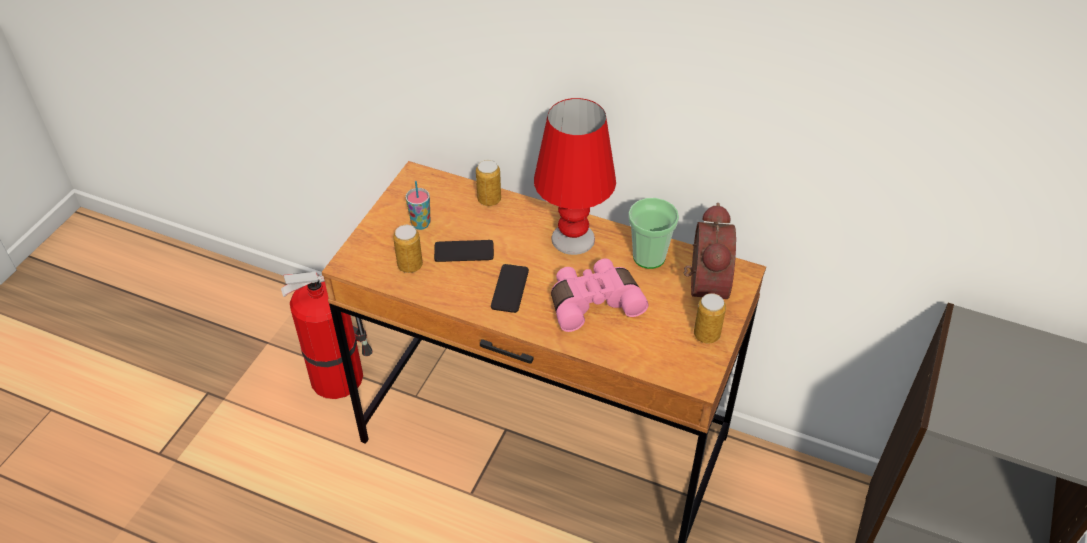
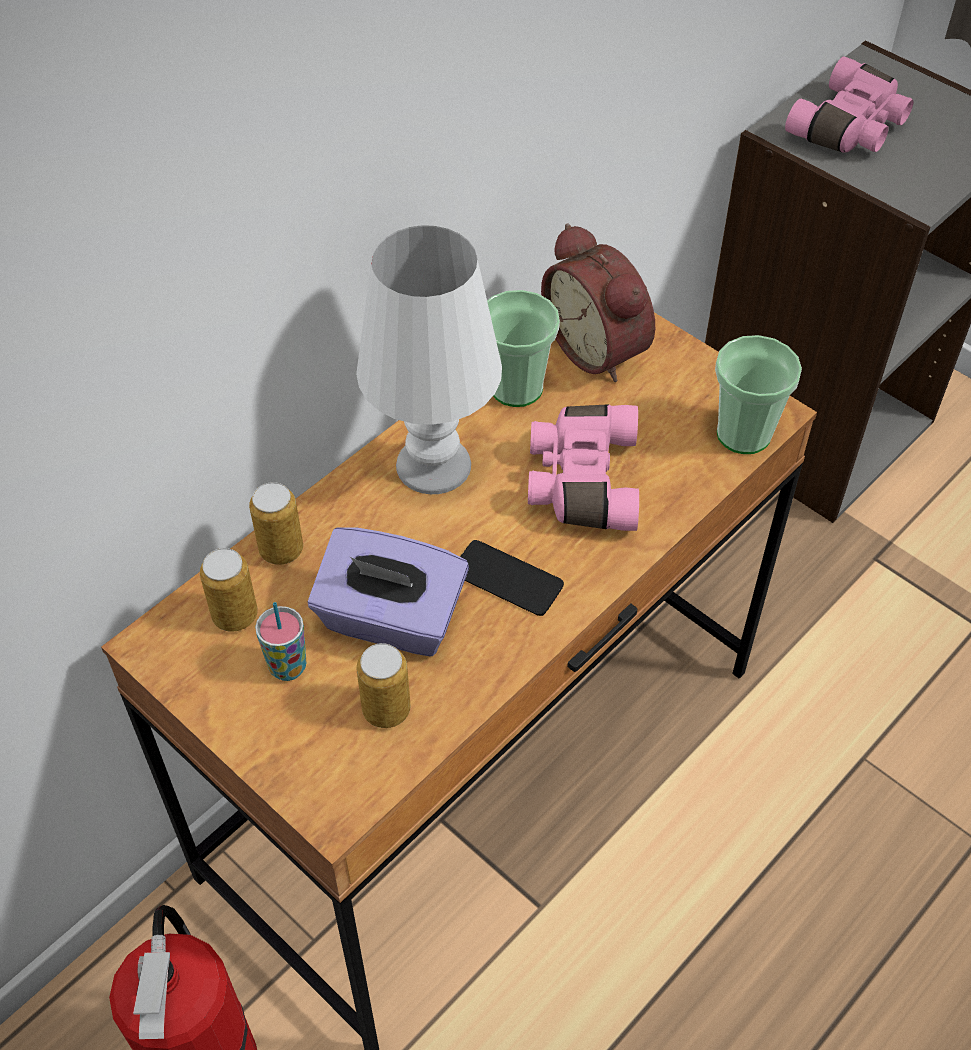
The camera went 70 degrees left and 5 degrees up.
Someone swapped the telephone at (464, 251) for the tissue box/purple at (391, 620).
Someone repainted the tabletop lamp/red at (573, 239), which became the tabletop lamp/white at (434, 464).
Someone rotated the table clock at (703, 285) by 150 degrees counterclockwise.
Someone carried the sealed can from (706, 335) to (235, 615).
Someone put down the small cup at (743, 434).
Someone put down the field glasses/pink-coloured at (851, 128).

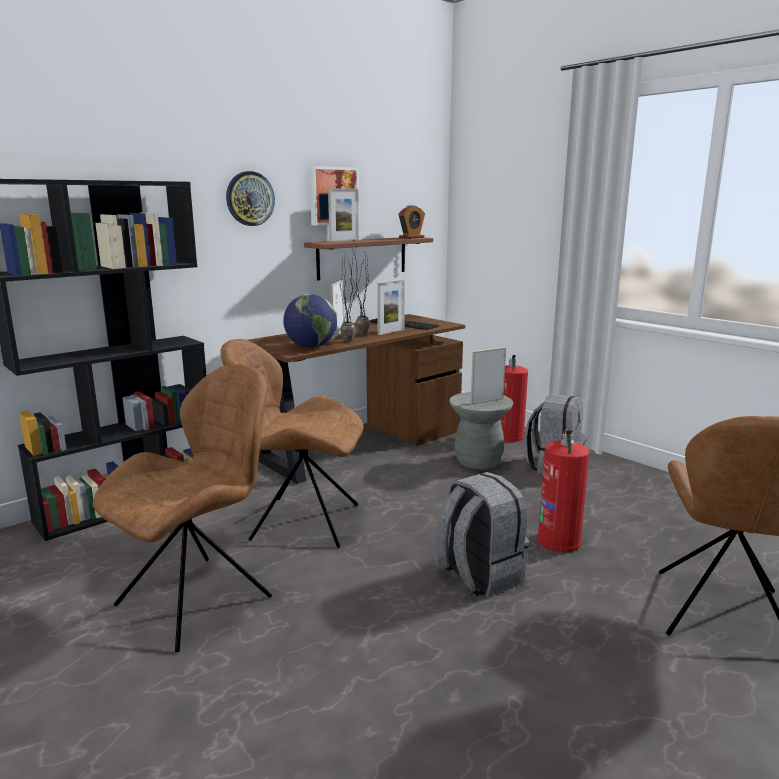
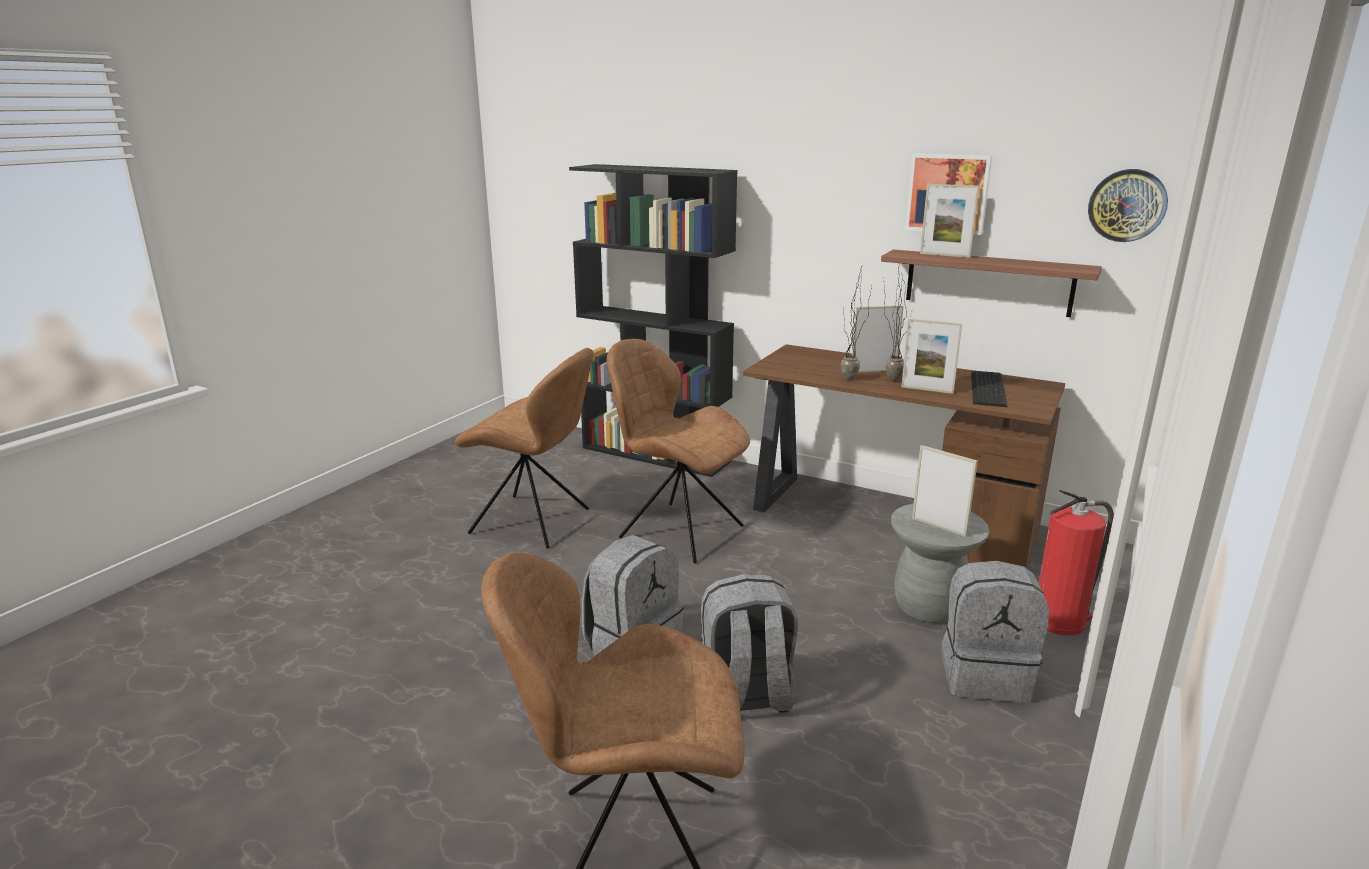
The camera went 70 degrees right and 5 degrees up.
Someone rotated the chair/brown at (301, 521) by 45 degrees counterclockwise.
Someone carried the wall clock from (250, 198) to (1127, 205).
Someone took away the desk globe at (311, 347).
Someone took away the table clock at (411, 237).
Someone swapped the fire-fighting cylinder at (559, 540) for the rucksack/gray at (746, 696).

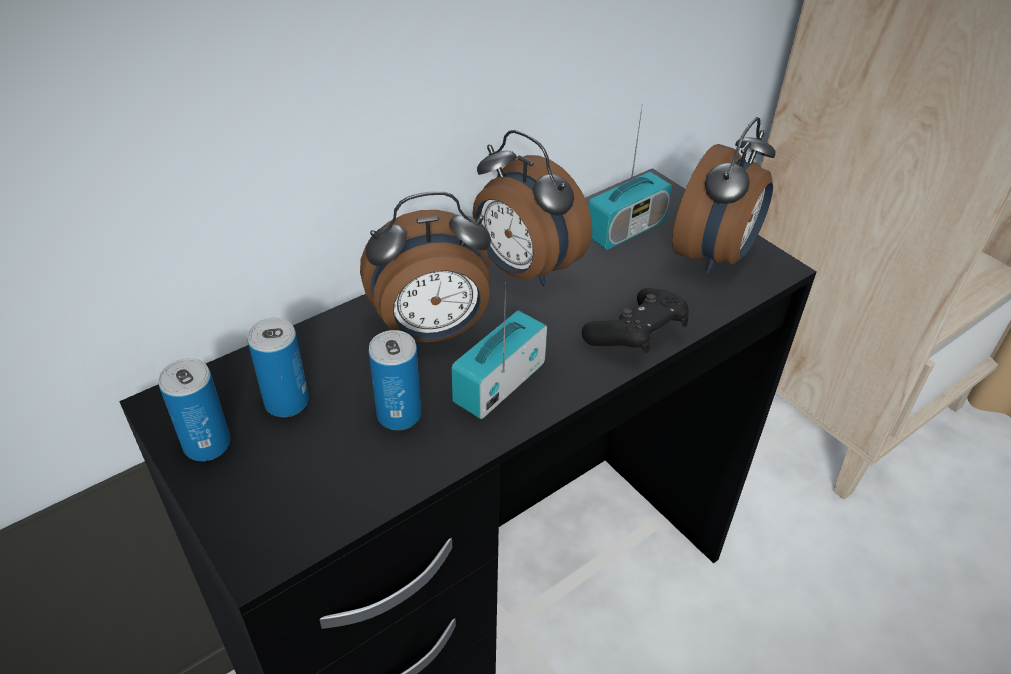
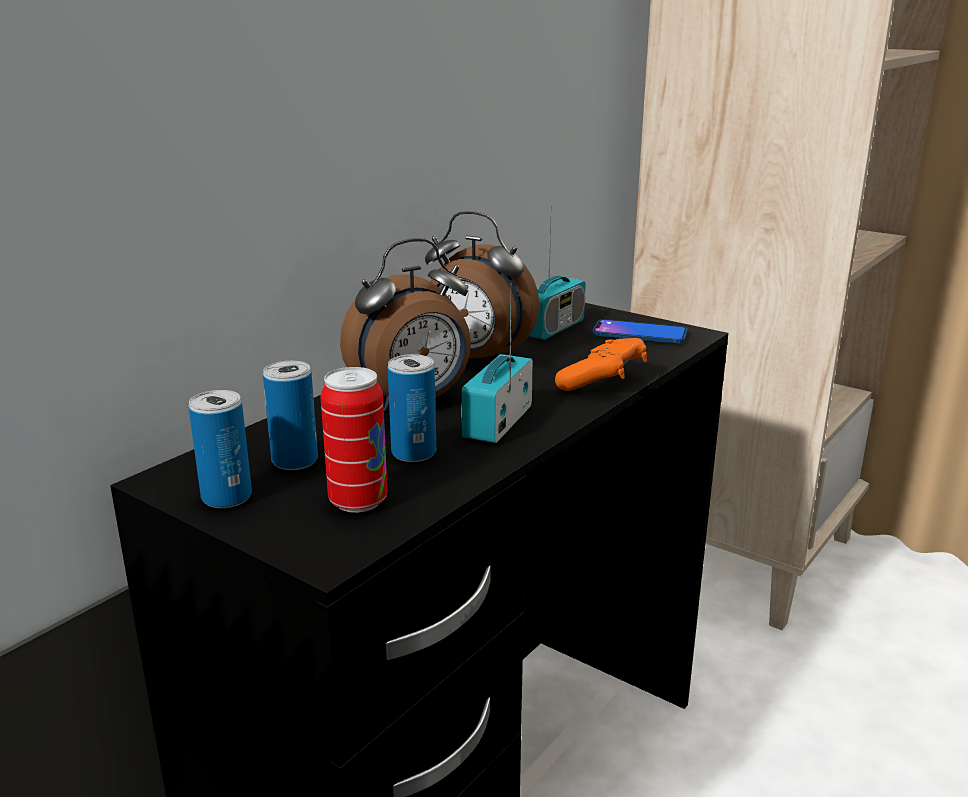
The camera went 15 degrees left and 20 degrees down.
Someone repainted the game controller/blackish at (637, 336), which became the game controller/orange at (603, 382).
Someone swapped the table clock at (715, 256) for the telephone at (639, 334).
Someone put down the sealed can at (358, 501).

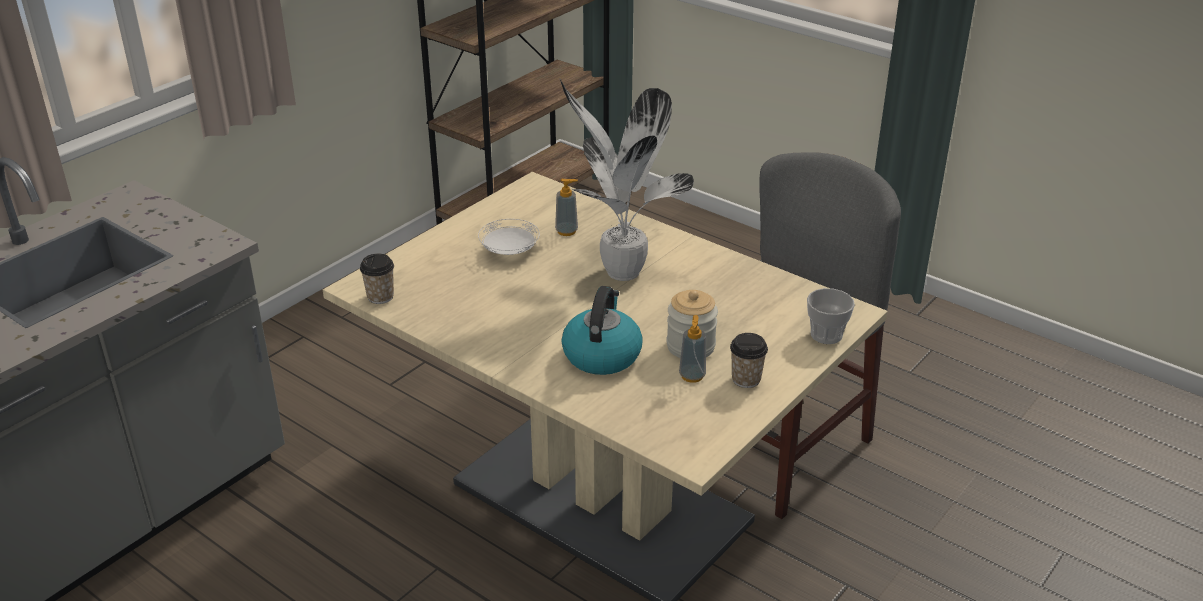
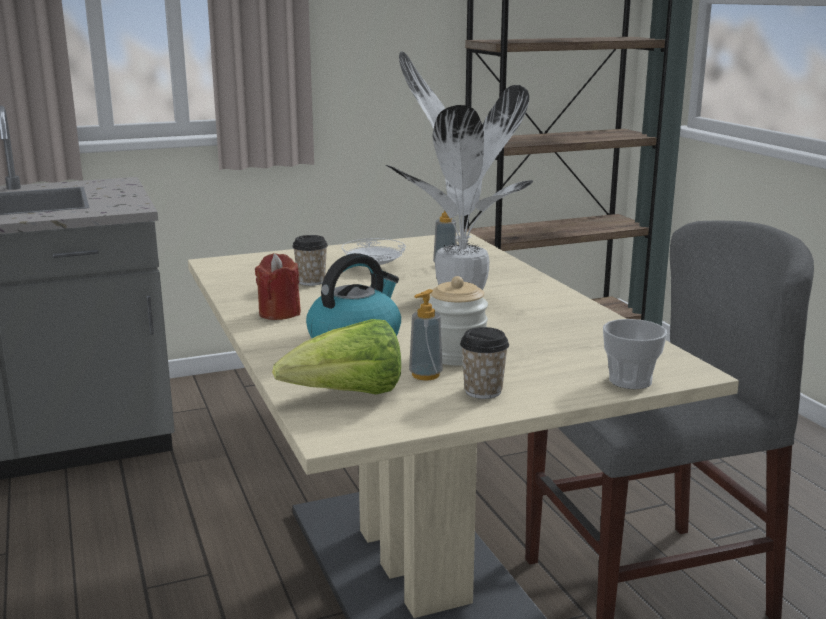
The camera went 30 degrees right and 15 degrees down.
Someone carried the small cup from (380, 297) to (311, 281).
Someone put down the wax light/red at (279, 313).
Someone put down the lettuce head at (348, 395).

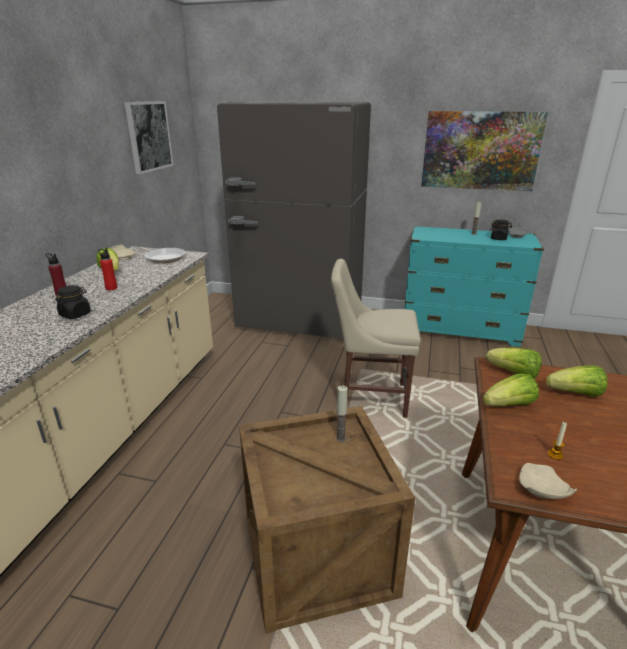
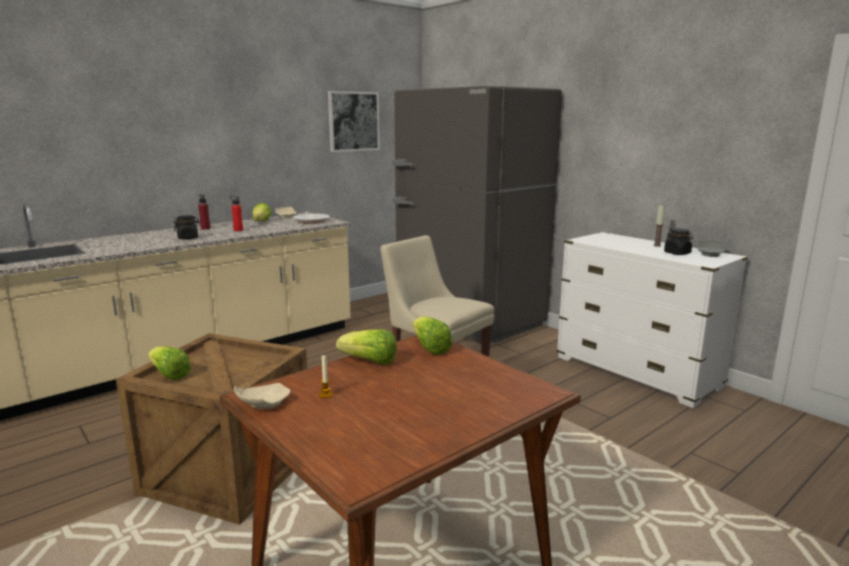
The camera went 35 degrees right and 10 degrees down.
Someone took away the wax light at (340, 438).
Someone repainted the drawer chest/blue-green at (459, 330), which became the drawer chest/white at (636, 373).
Someone took away the wall picture at (480, 150).
Someone carried the lettuce head from (575, 394) to (169, 375).

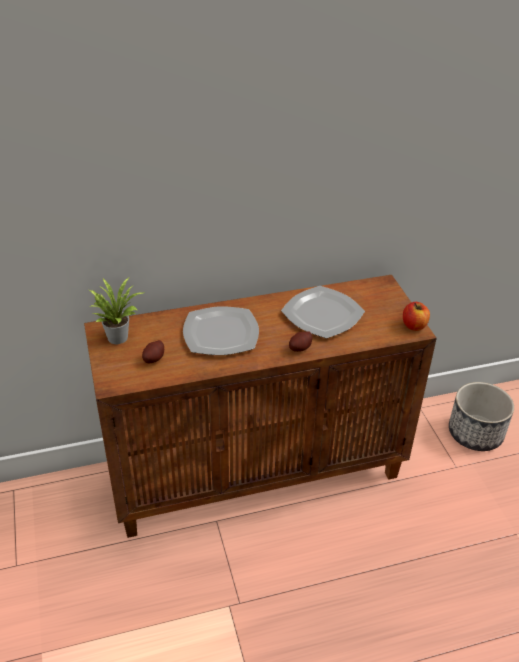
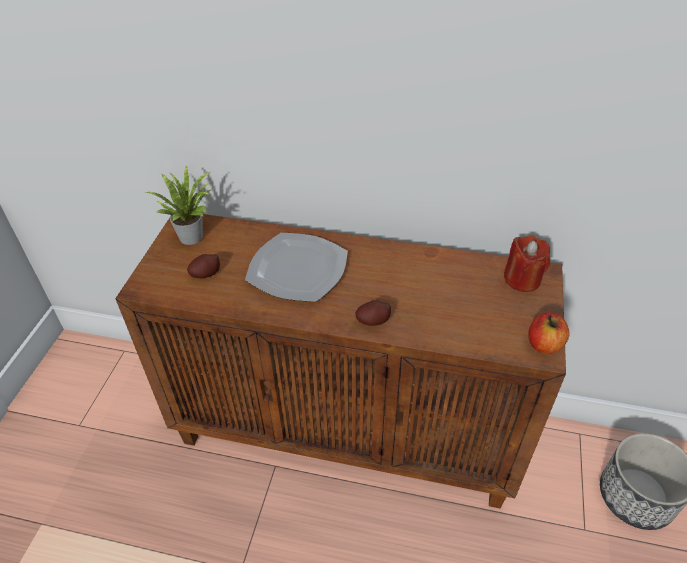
The camera went 30 degrees right and 5 degrees up.
Someone took away the dinner plate at (321, 314).
Someone put down the wax light/red at (522, 279).

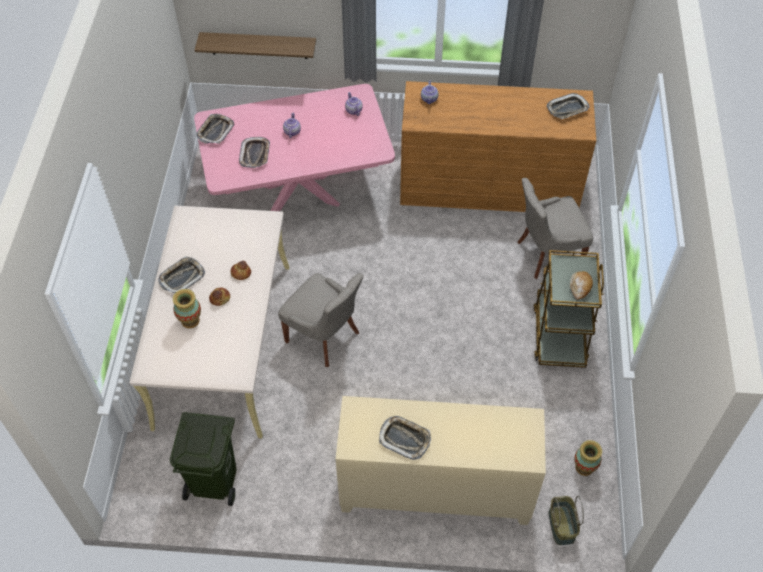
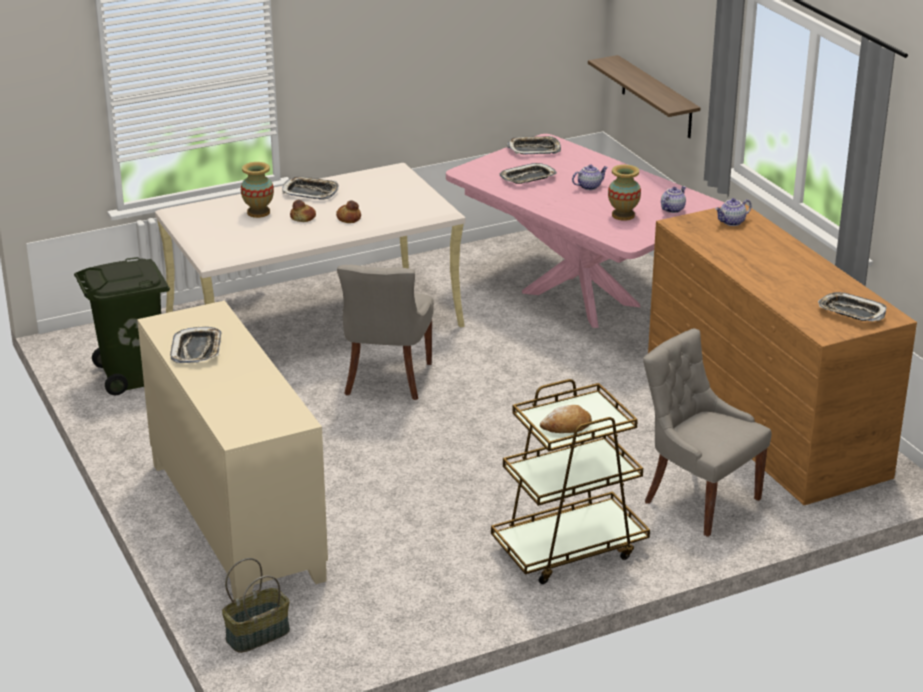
The camera went 60 degrees right and 25 degrees down.
Someone carried the flower vase from (584, 467) to (623, 215).

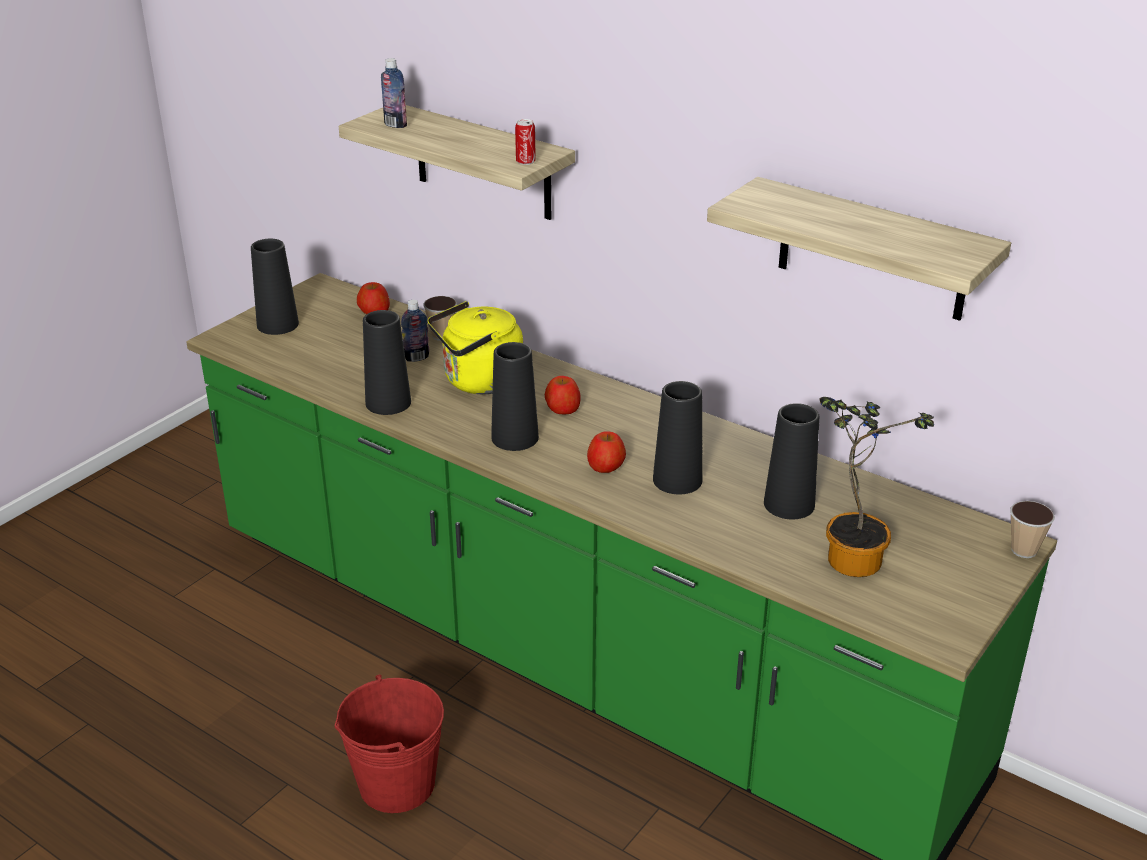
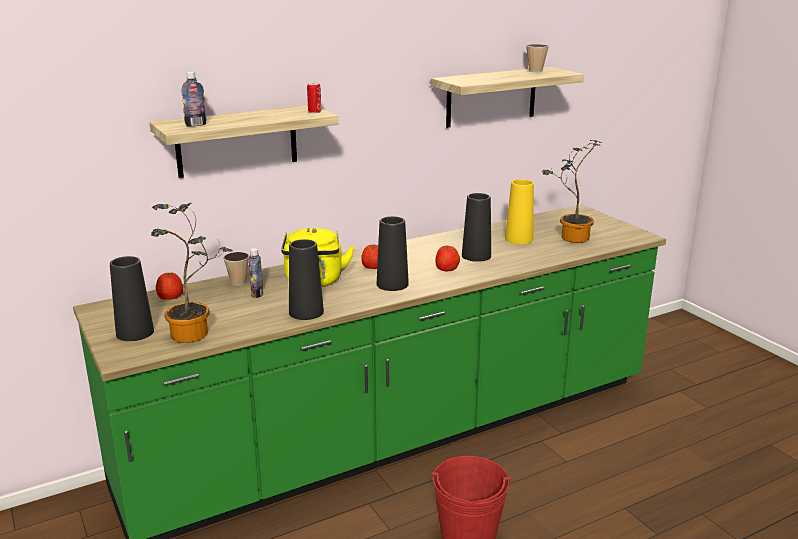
The camera went 65 degrees left and 10 degrees down.
Someone repainted the flower vase/blackish at (789, 504), which became the flower vase/yellow at (518, 239).
Someone carried the small cup from (1024, 550) to (535, 71).
Someone put down the houseplant at (195, 334).

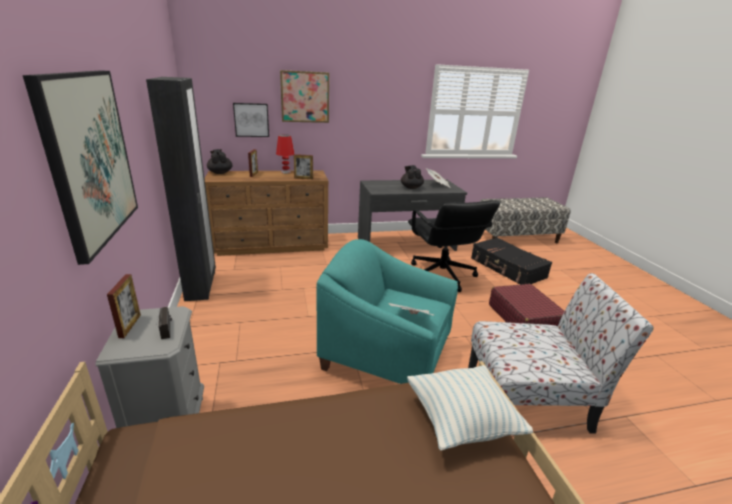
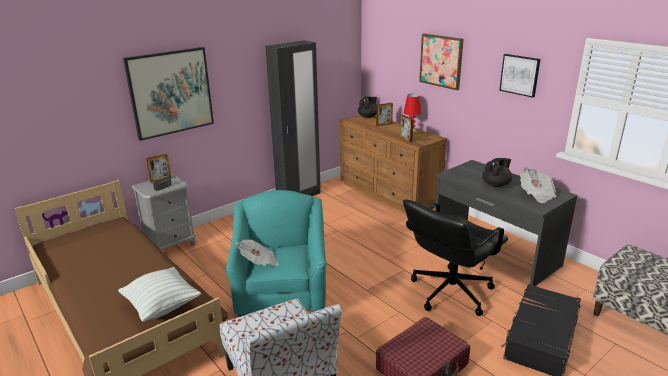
The camera went 65 degrees right and 0 degrees up.
Someone carried the wall picture from (251, 120) to (520, 75).

